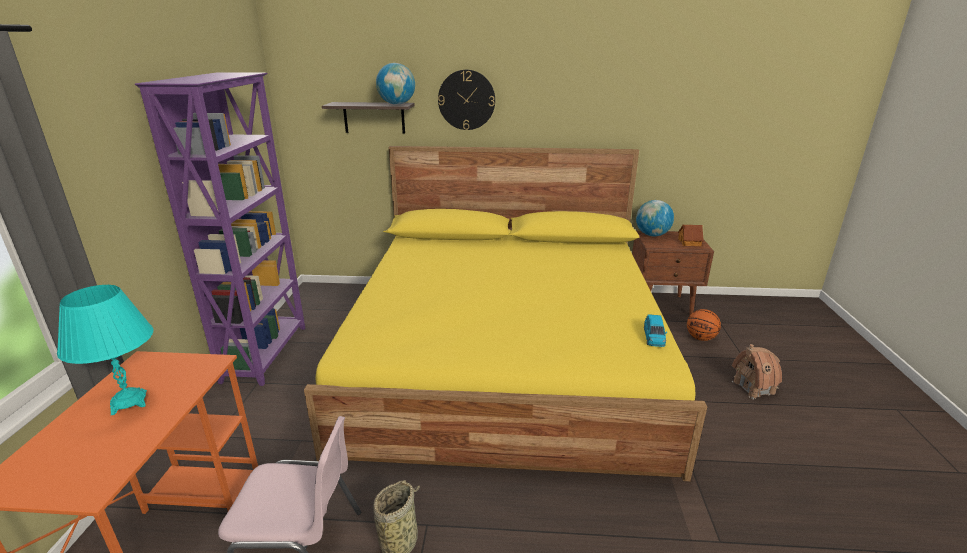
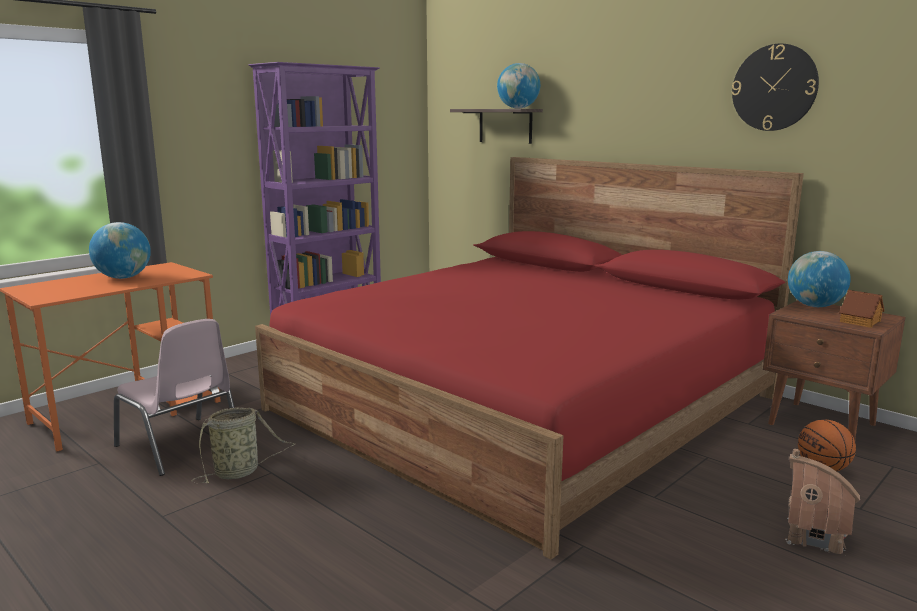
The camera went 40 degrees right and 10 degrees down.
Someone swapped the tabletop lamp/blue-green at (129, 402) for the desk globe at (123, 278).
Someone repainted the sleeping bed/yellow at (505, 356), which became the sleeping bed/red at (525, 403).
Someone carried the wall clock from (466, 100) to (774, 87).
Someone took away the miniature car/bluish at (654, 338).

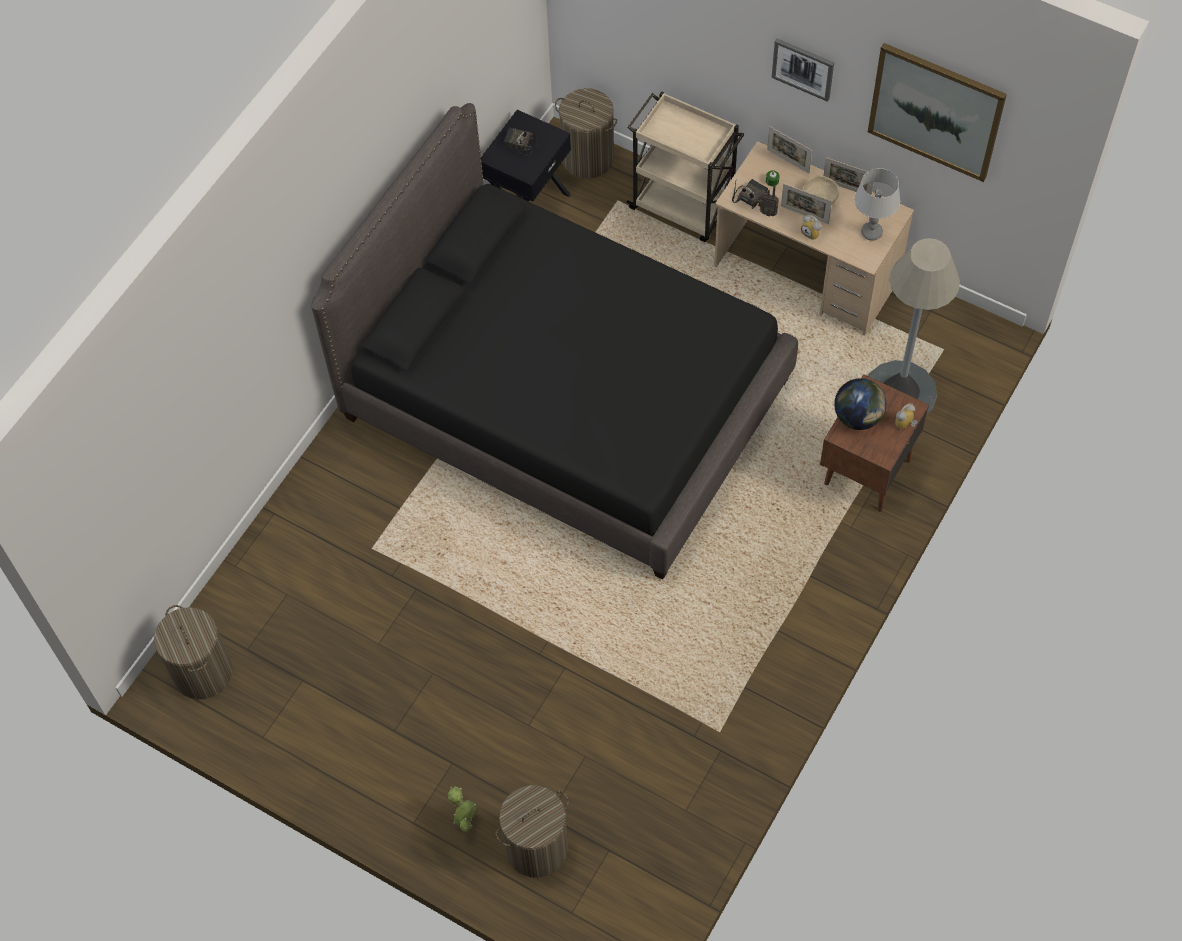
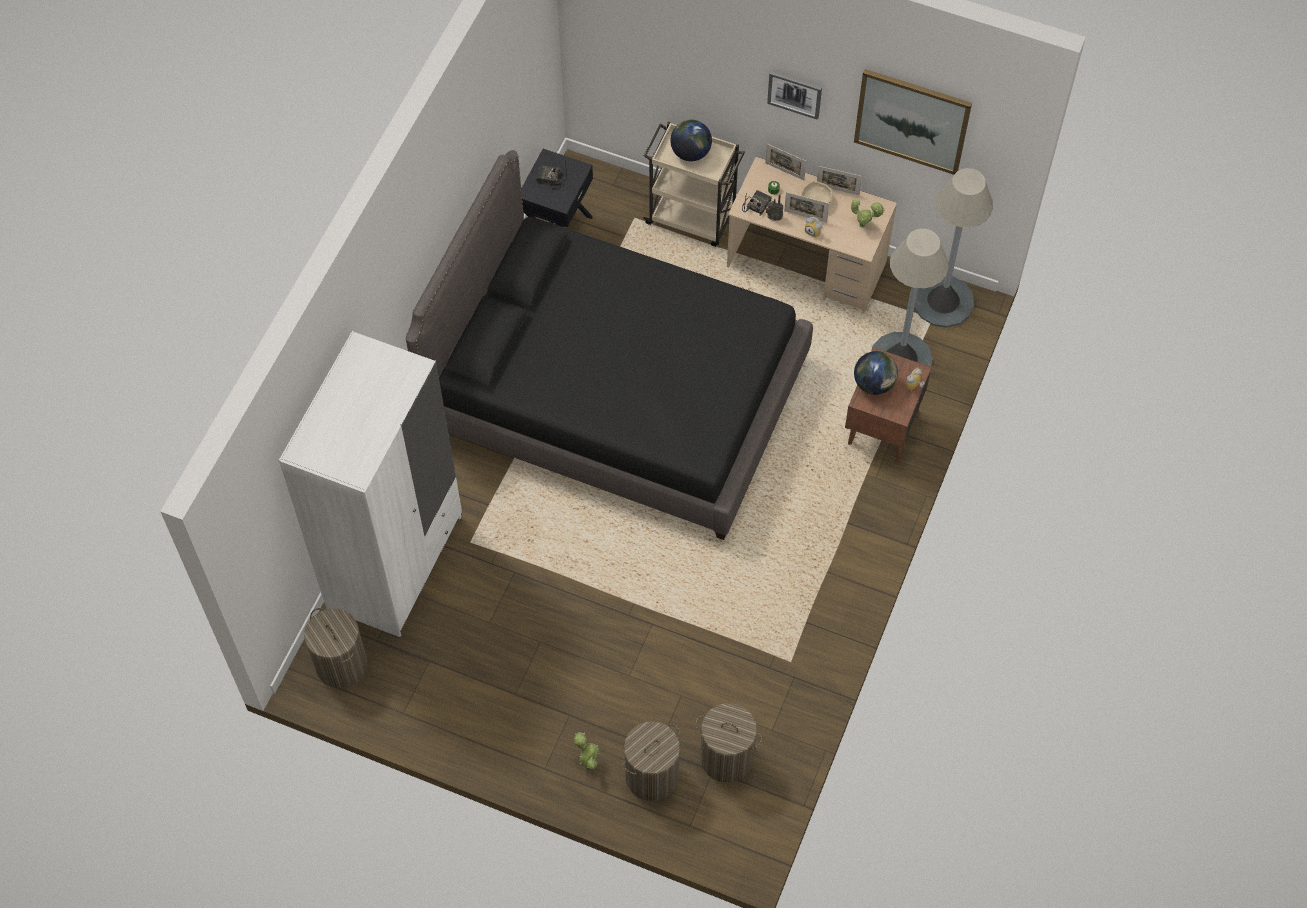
The camera went 10 degrees left and 0 degrees up.
Someone carried the laundry basket from (587, 158) to (726, 757).
Someone swapped the tabletop lamp/gray at (871, 232) for the houseplant at (864, 226).
Someone put down the wardrobe/white at (395, 563).
Someone put down the desk globe at (690, 152).
Someone put down the standing lamp/gray at (942, 301).

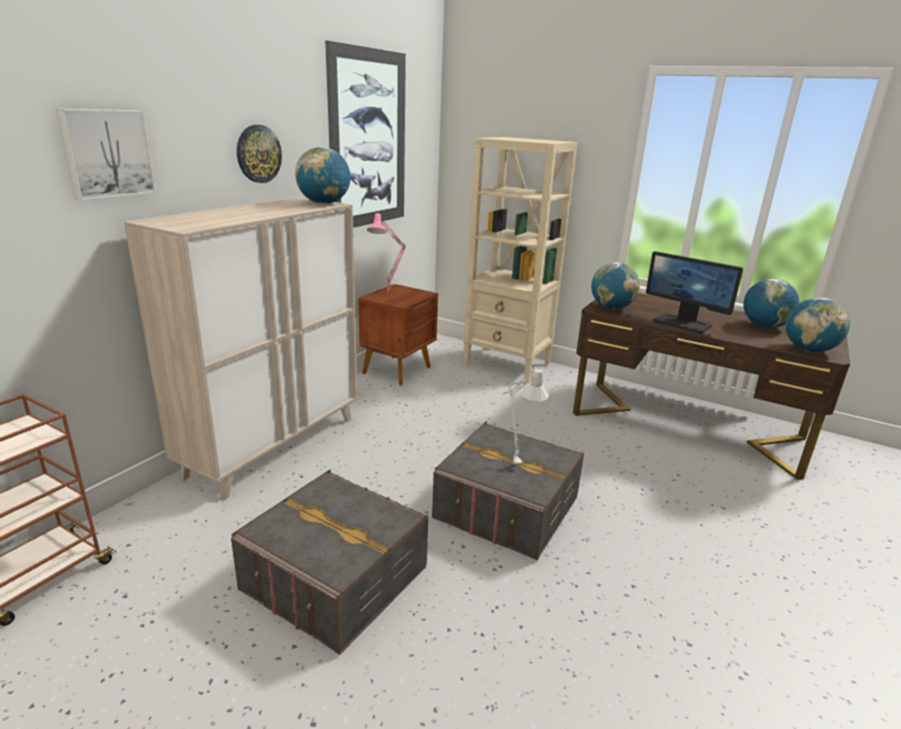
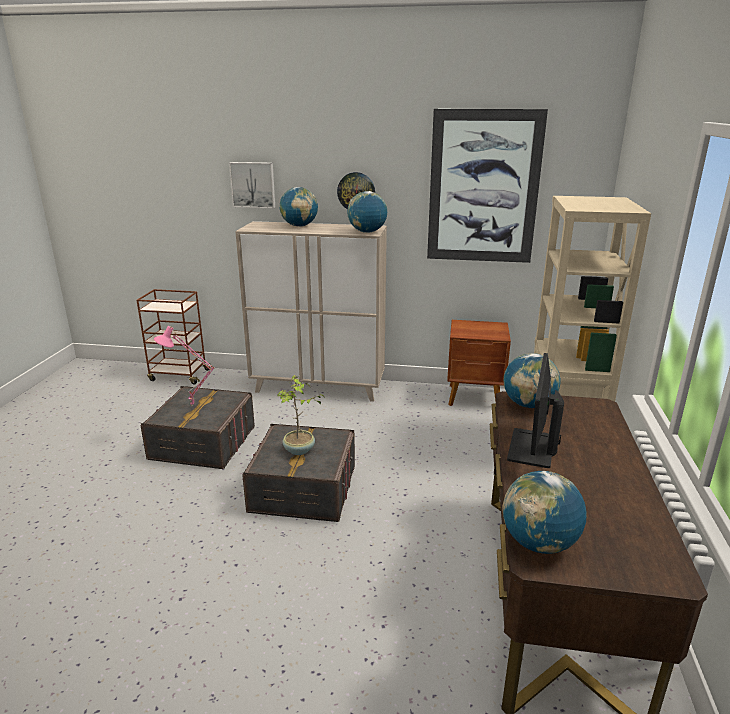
The camera went 70 degrees right and 0 degrees up.
Someone carried the tabletop lamp/pink-coloured from (389, 293) to (191, 407).
Someone swapped the tabletop lamp/gray at (512, 461) for the houseplant at (299, 450).
Someone carried the desk globe from (764, 326) to (299, 226).

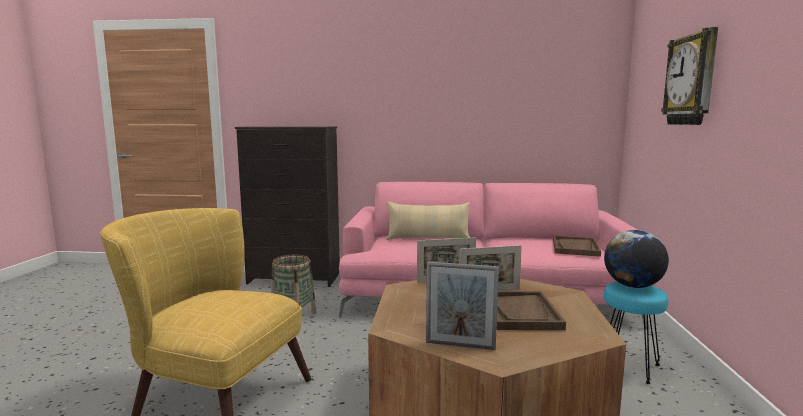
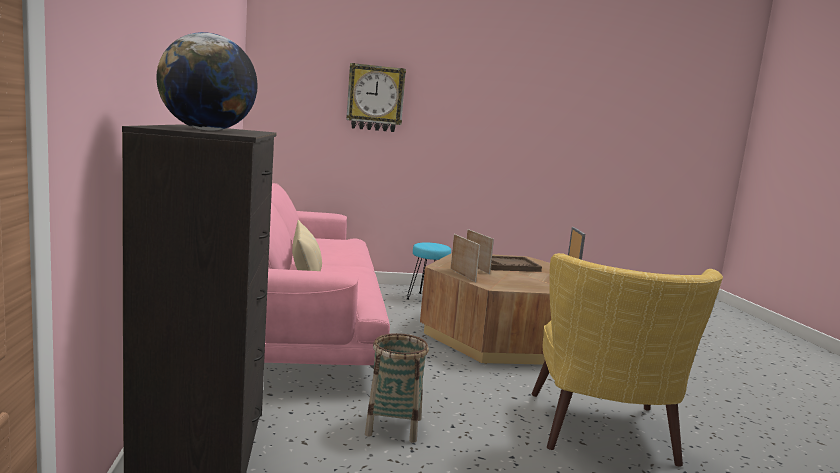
The camera went 105 degrees left and 0 degrees up.
Someone took away the carrying tray/brown at (575, 248).
Someone carried the desk globe from (632, 286) to (207, 130).

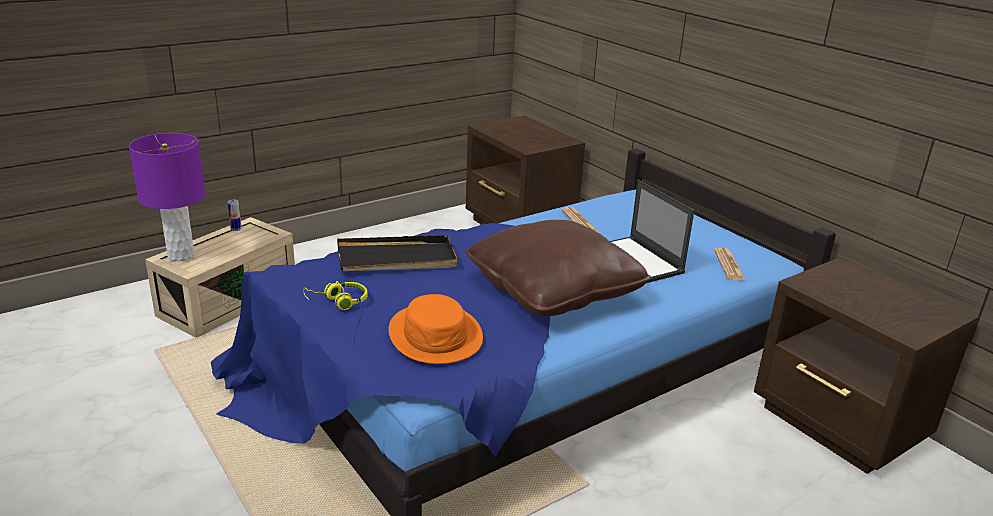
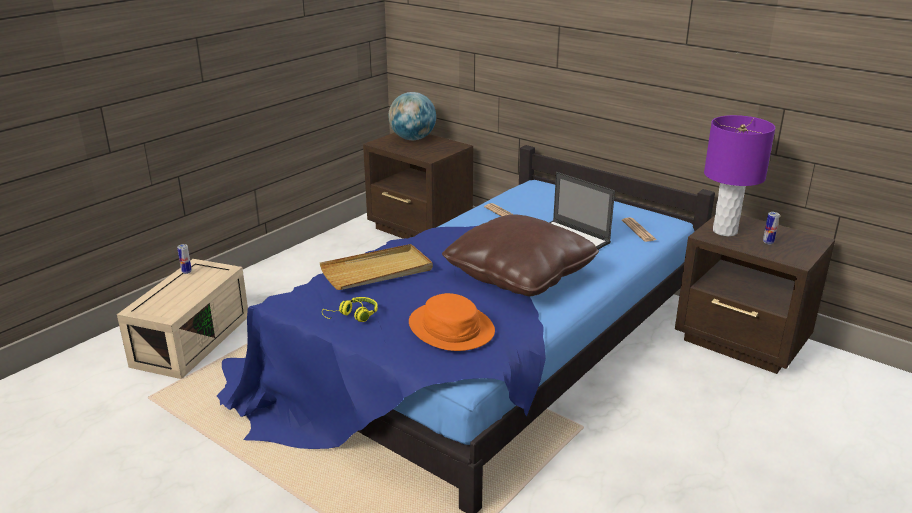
The camera went 15 degrees left and 0 degrees up.
Someone carried the tabletop lamp/purple from (180, 255) to (724, 231).
Someone repainted the carrying tray/blackish at (397, 258), which became the carrying tray/sand-coloured at (377, 271).
Someone put down the desk globe at (412, 139).
Someone put down the sealed can at (768, 242).

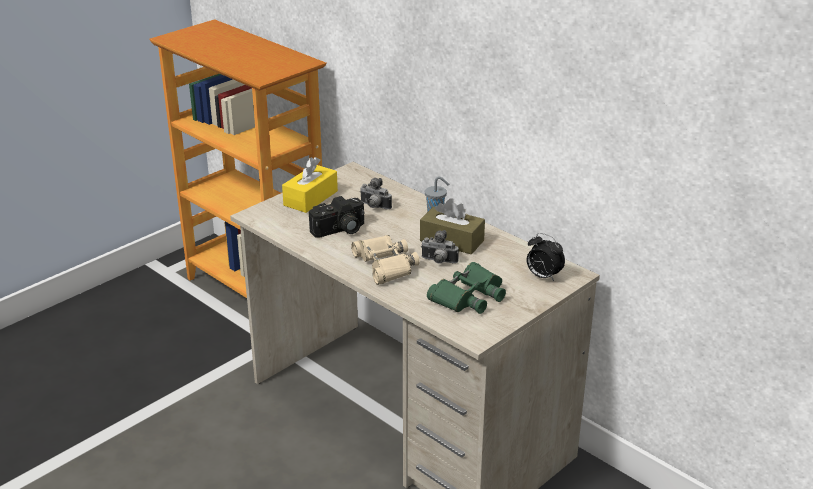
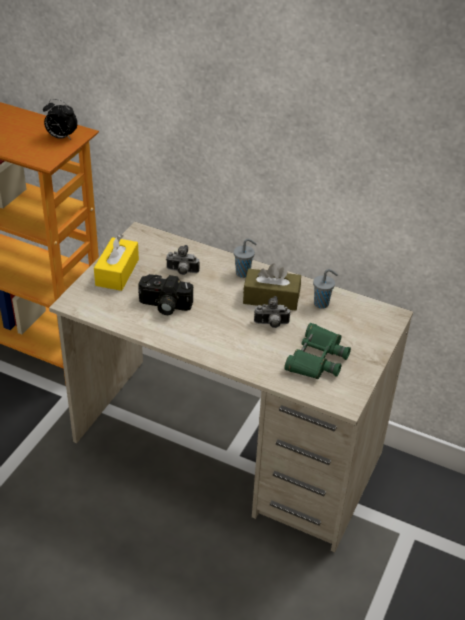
The camera went 20 degrees left and 10 degrees up.
Someone rotated the still camera at (339, 230) by 60 degrees clockwise.
Someone took away the field glasses/sand-coloured at (385, 265).
Someone carried the table clock from (543, 276) to (61, 137).
Someone put down the small cup/gray at (322, 303).

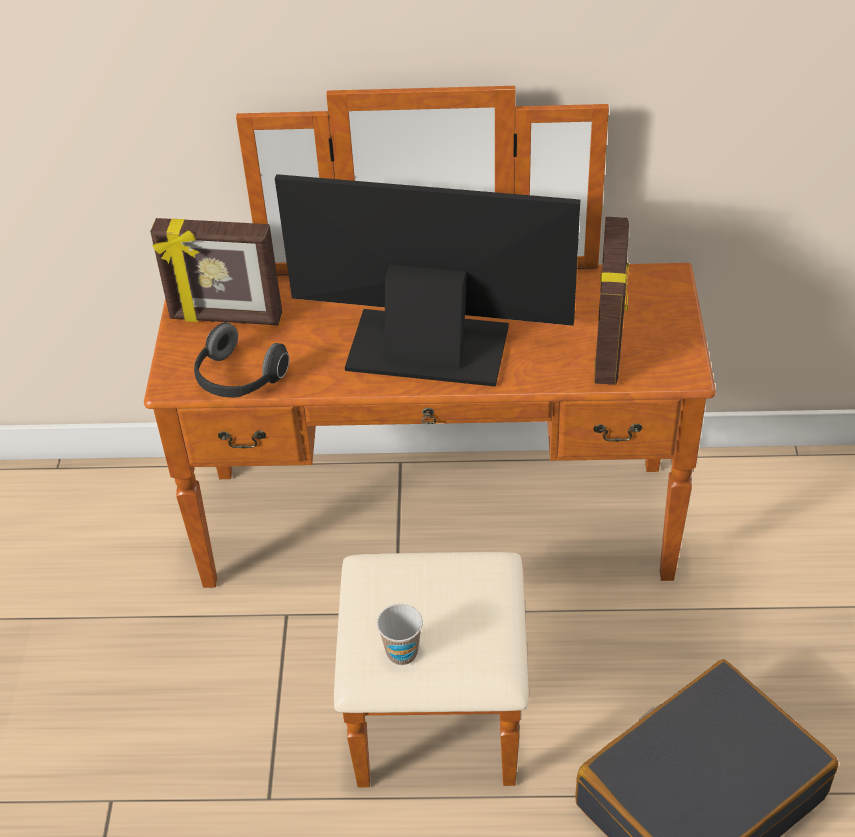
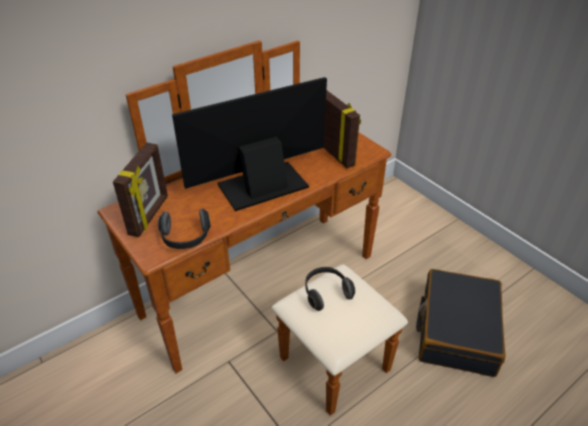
The camera went 40 degrees left and 5 degrees down.
Someone rotated the standing frame at (226, 318) by 45 degrees counterclockwise.
Someone took away the small cup at (402, 652).
Someone put down the headphones at (326, 293).

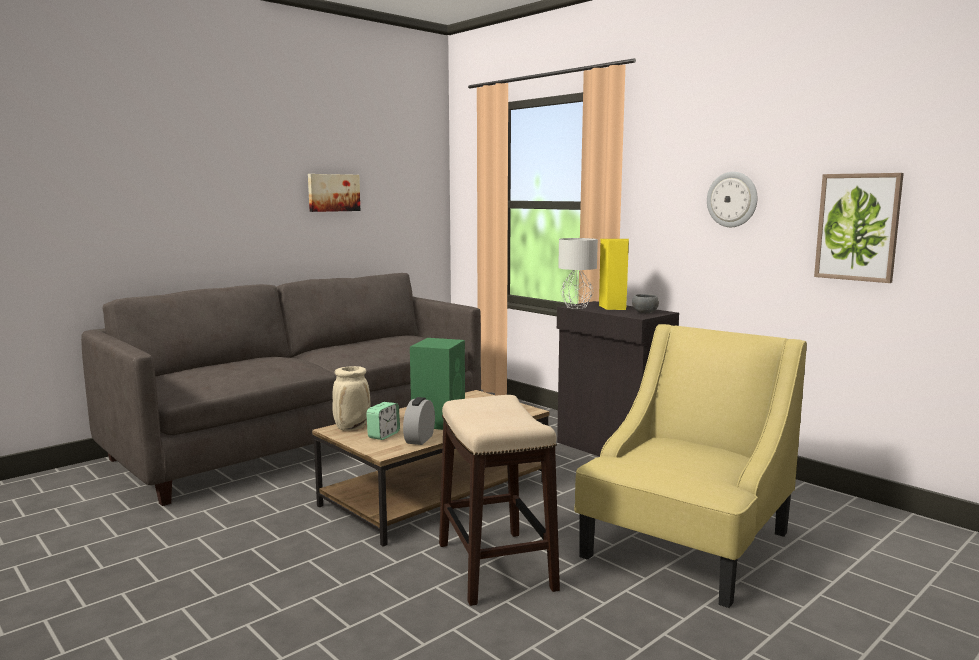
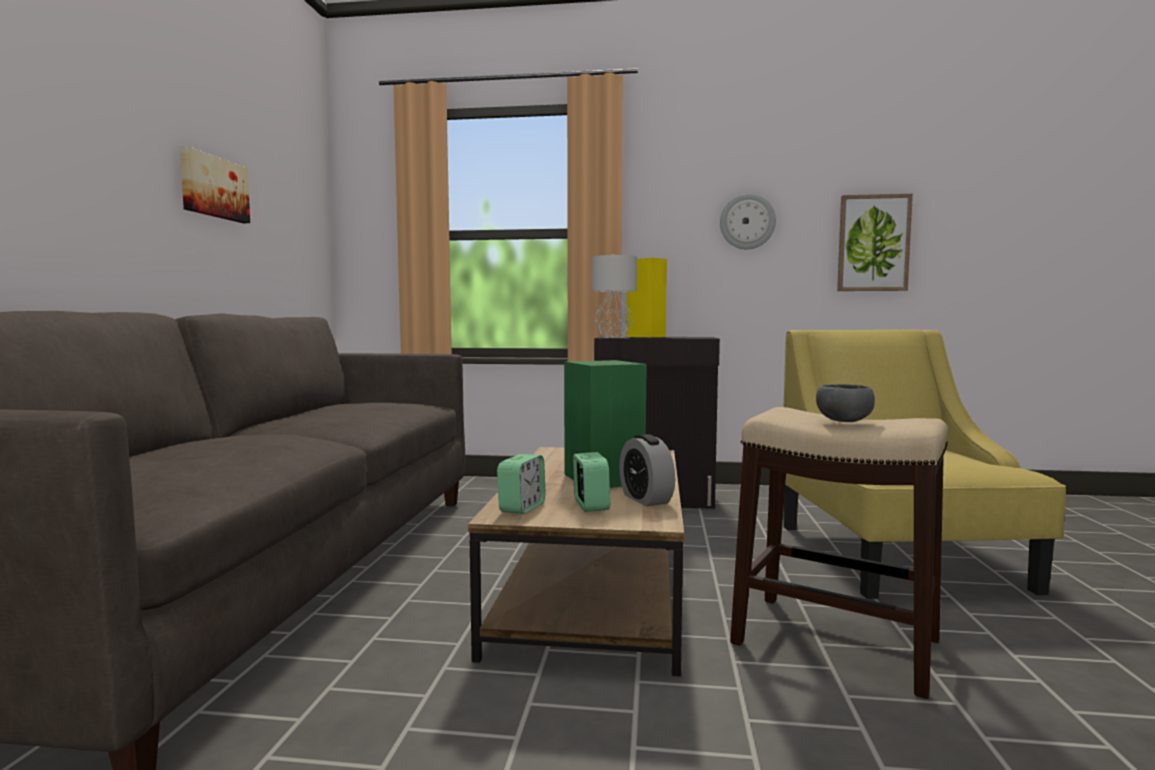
The camera went 40 degrees left and 5 degrees down.
Someone swapped the flower vase/sand-coloured at (352, 428) for the table clock at (522, 508).
Someone carried the deep dish/gray from (644, 313) to (844, 421).

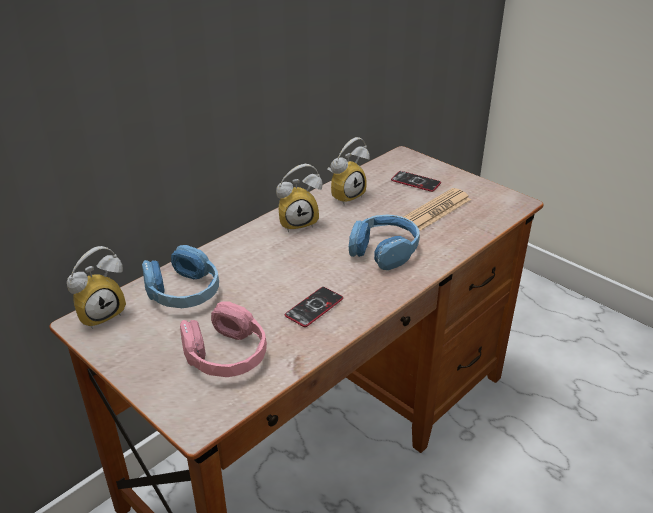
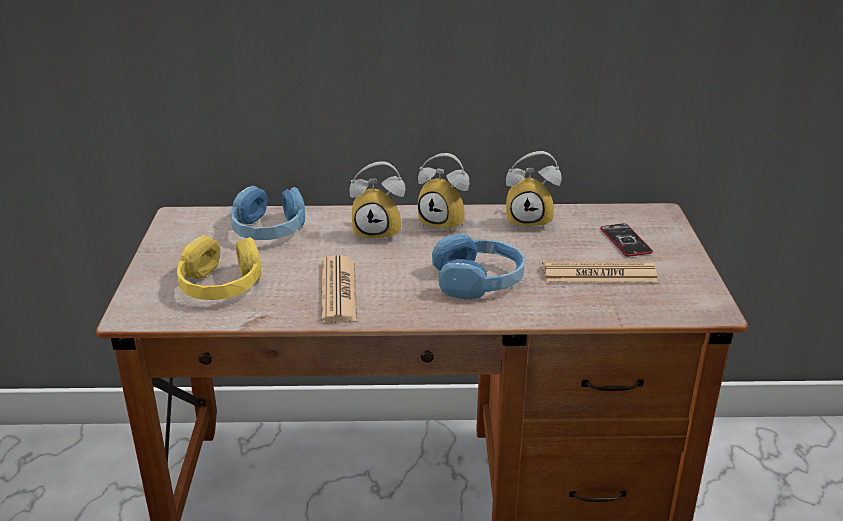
The camera went 45 degrees right and 5 degrees down.
Someone carried the table clock from (101, 313) to (379, 232).
Someone repainted the headphones/pink-coloured at (225, 355), which became the headphones/yellow at (221, 285).
Someone swapped the telephone at (314, 307) for the daily paper at (338, 290).

